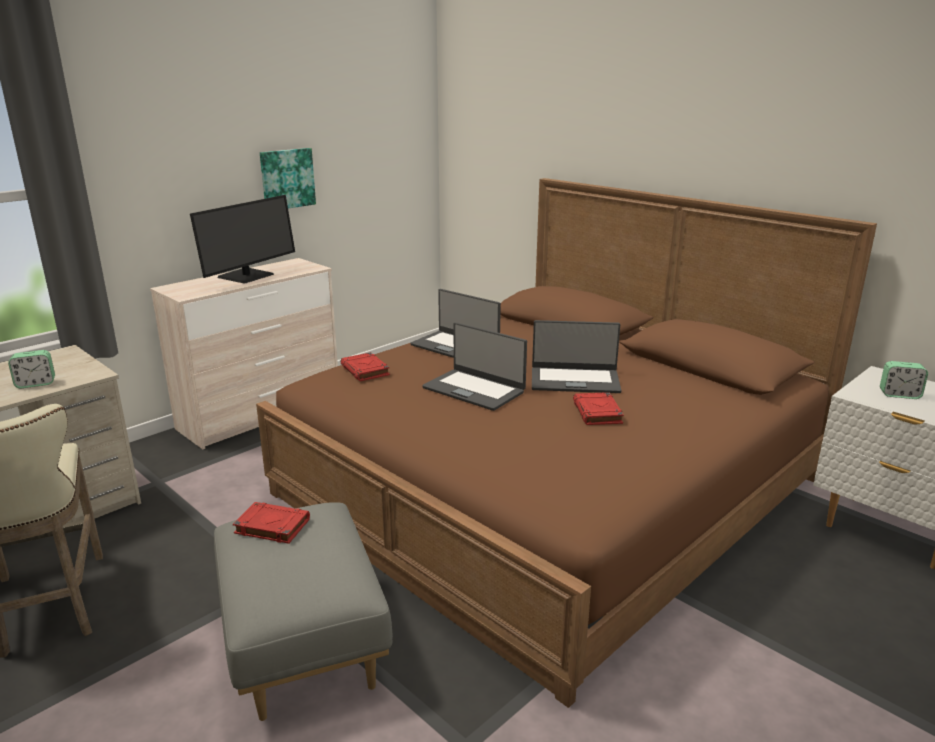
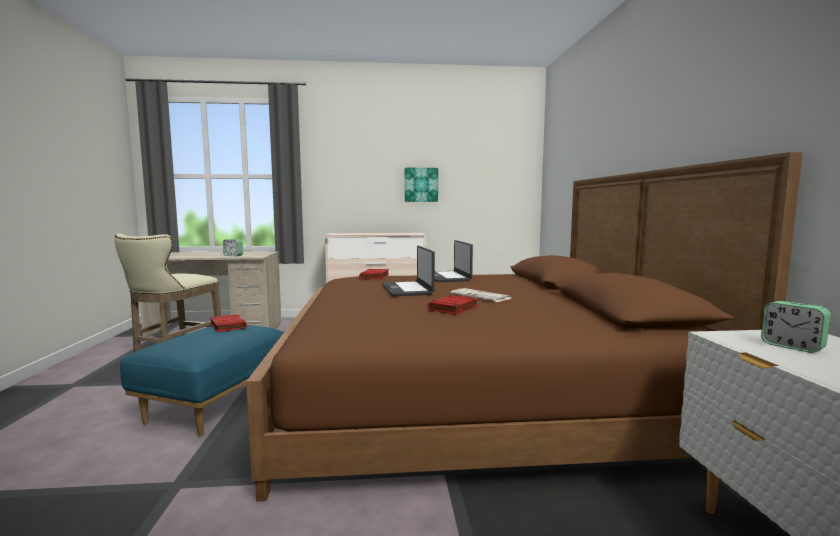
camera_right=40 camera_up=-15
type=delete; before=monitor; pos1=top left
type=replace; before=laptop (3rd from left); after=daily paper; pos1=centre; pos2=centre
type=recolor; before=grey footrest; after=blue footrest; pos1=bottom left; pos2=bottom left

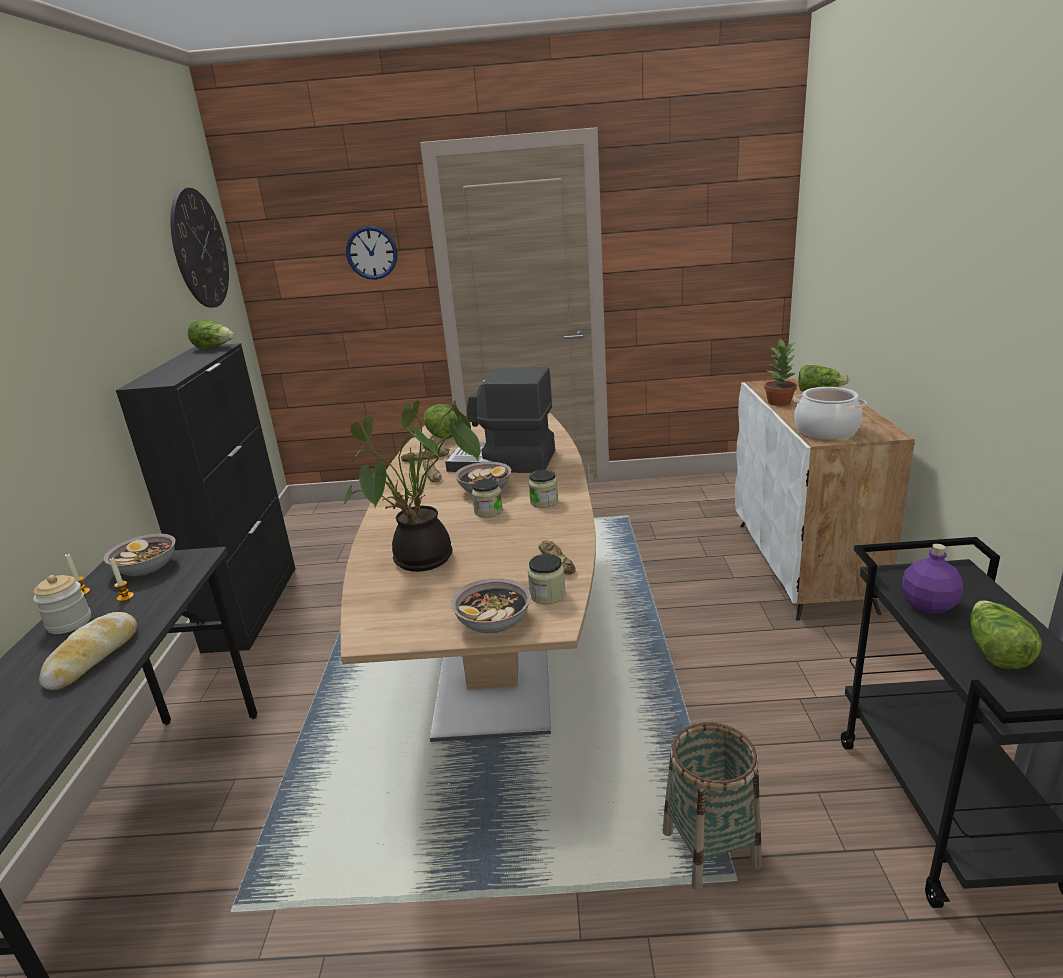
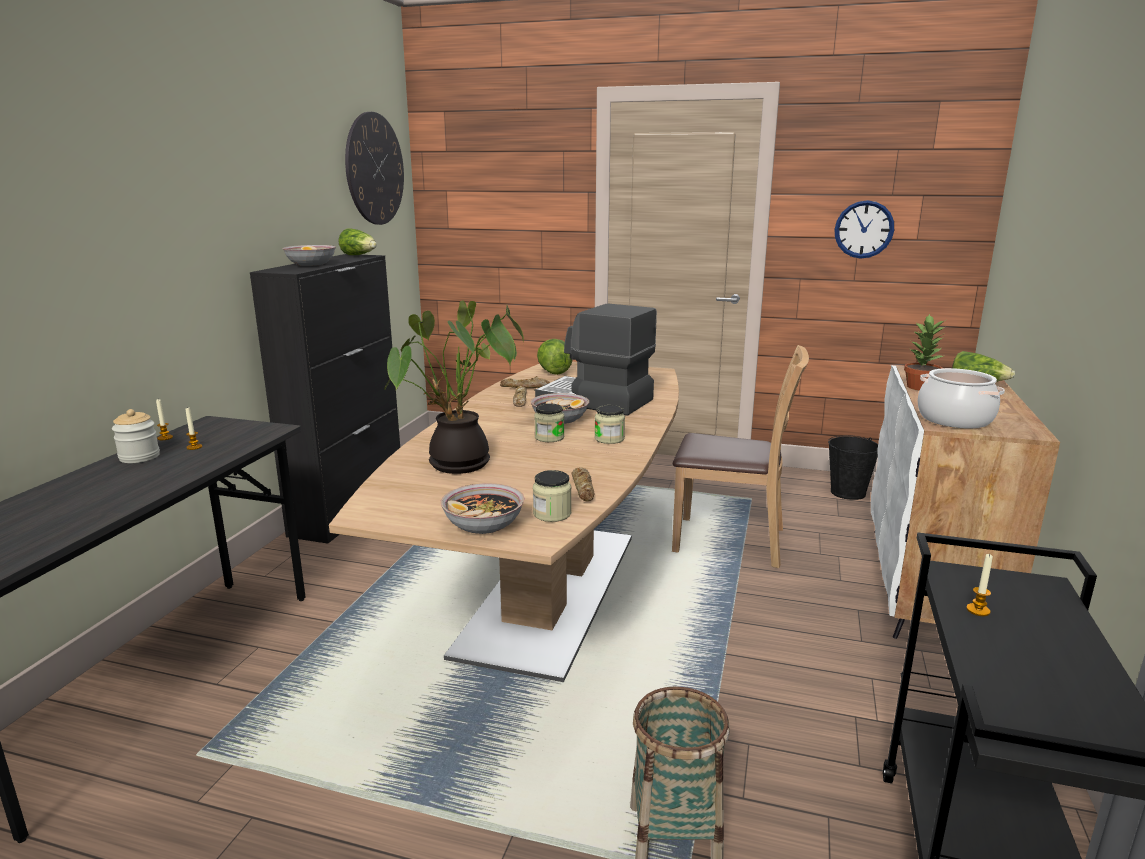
camera_right=15 camera_up=-5
type=delete; before=bread (1st from left); pos1=middle left
type=delete; before=head of lettuce (4th from left); pos1=middle right
type=insert; after=brownish plain chair; pos2=centre
type=insert; after=blackish bucket; pos2=middle right
type=move; before=deep dish (1st from left); pos1=middle left; pos2=top left
type=move; before=clock on the wall (2nd from left); pos1=top centre; pos2=top right
type=replace; before=purplish drink bottle; after=wax candle (3rd from left); pos1=middle right; pos2=bottom right

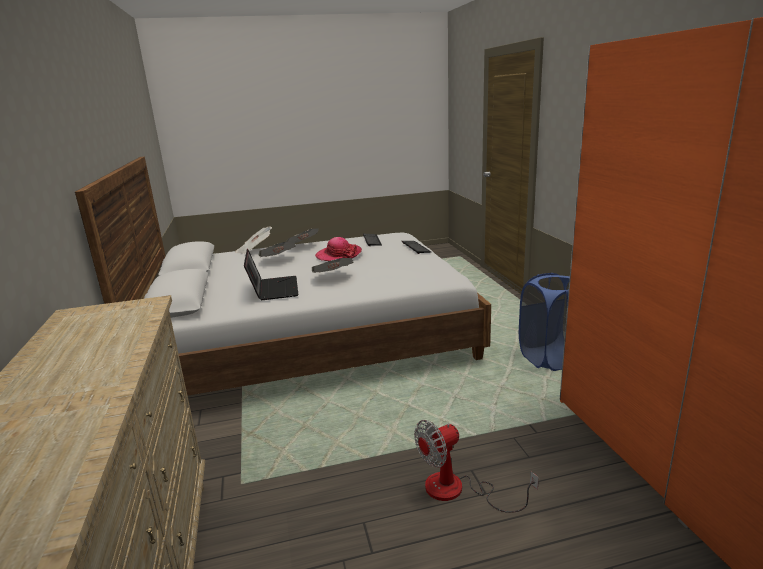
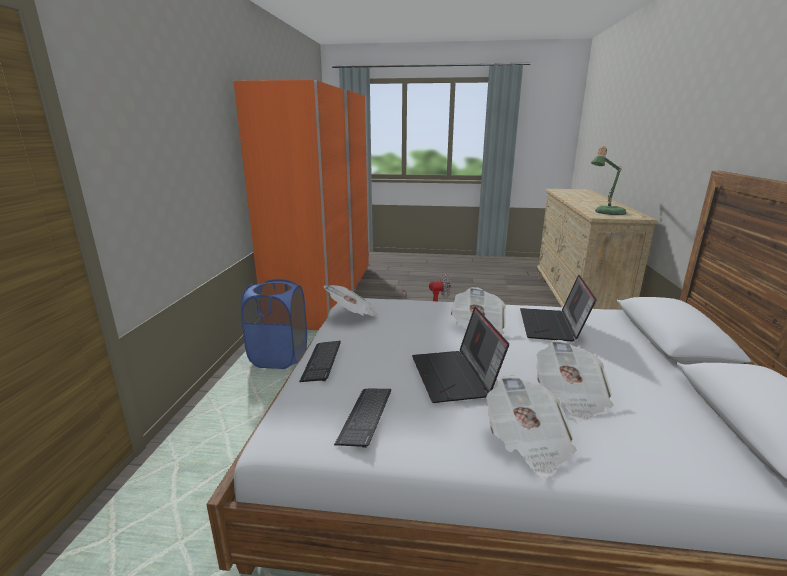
camera_right=-160 camera_up=0
type=insert; after=table lamp; pos2=top right
type=move; before=daily paper (1st from left); pos1=middle left; pos2=centre
type=replace; before=clothing hat; after=laptop (1st from left); pos1=centre; pos2=centre

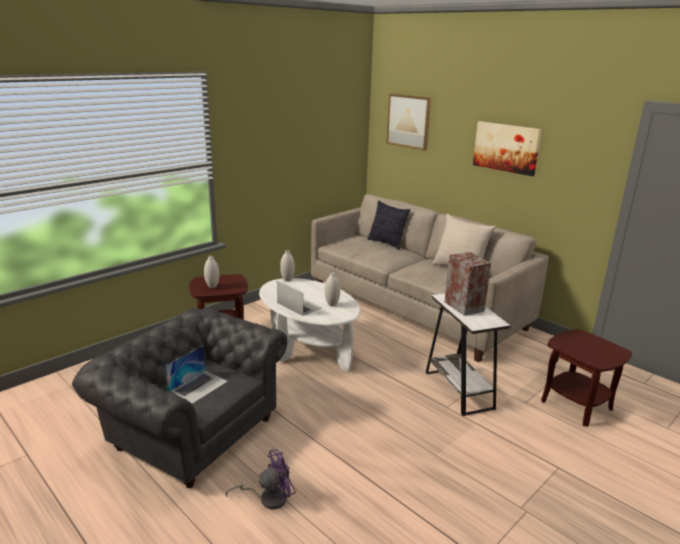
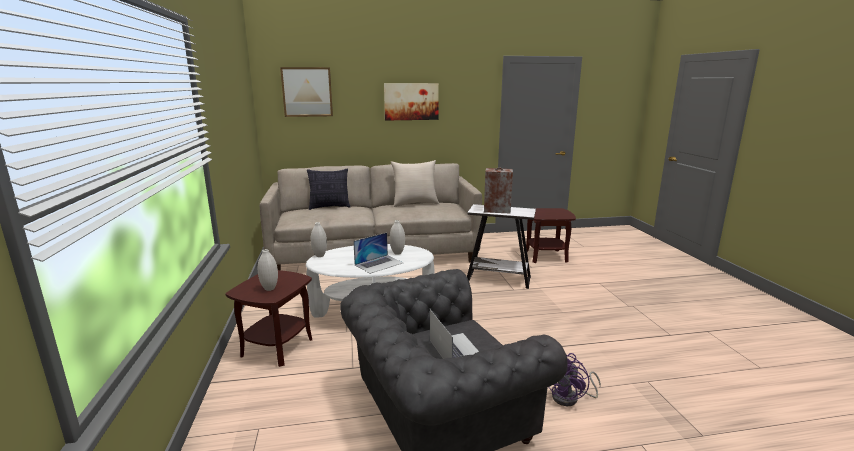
camera_right=-55 camera_up=-5
type=rotate; before=purplish fan; pos1=bottom centre; pos2=bottom right; turn=-150
type=rotate; before=laptop (2nd from left in the first image); pos1=centre; pos2=centre; turn=150

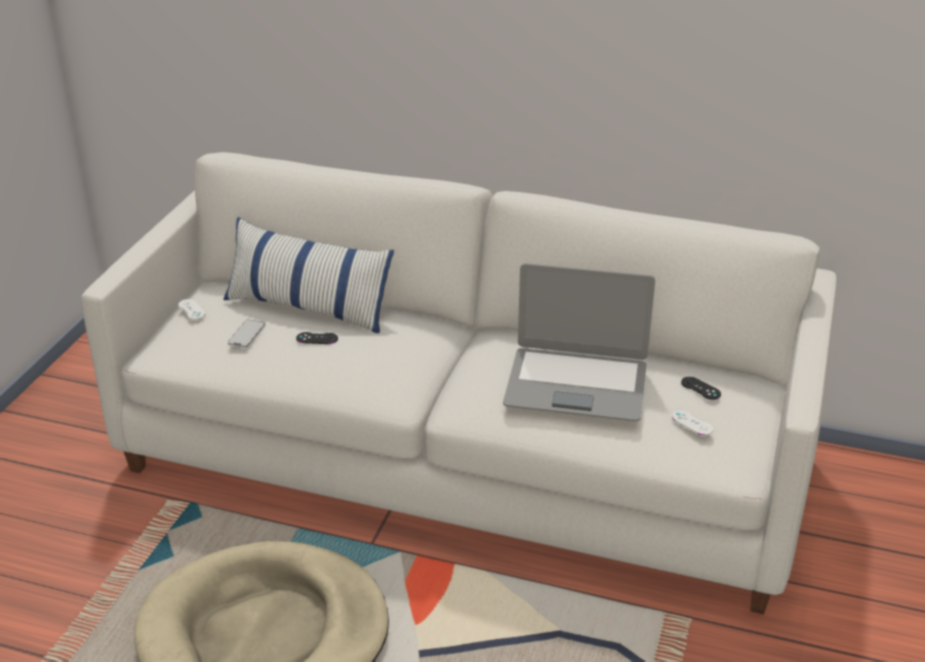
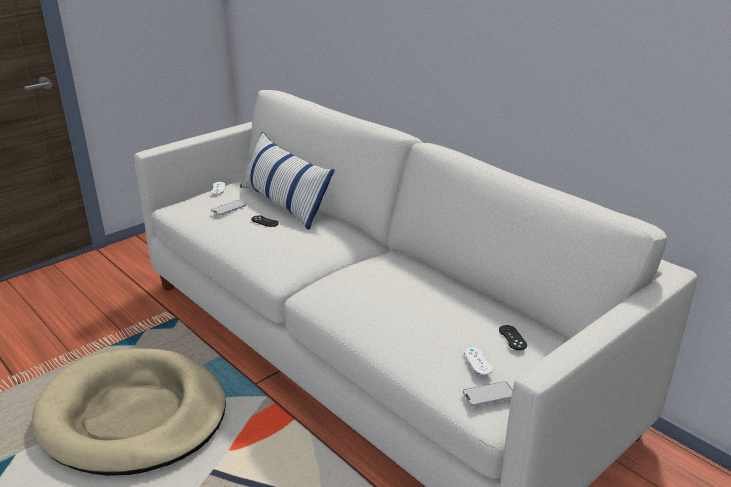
camera_right=30 camera_up=-5
type=delete; before=laptop; pos1=centre
type=insert; after=phone (2nd from left); pos2=bottom right

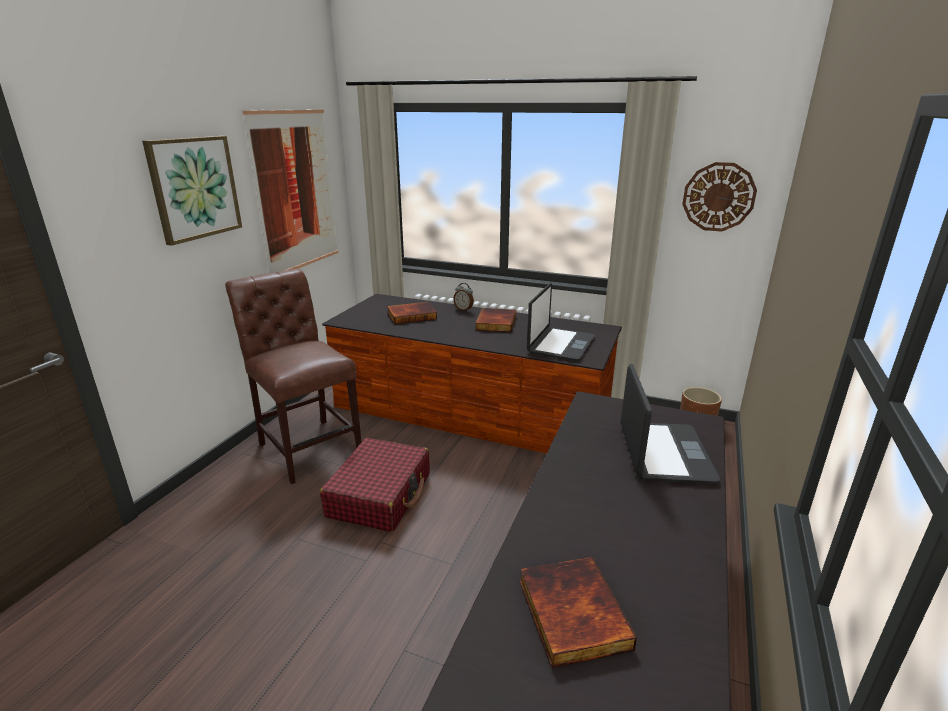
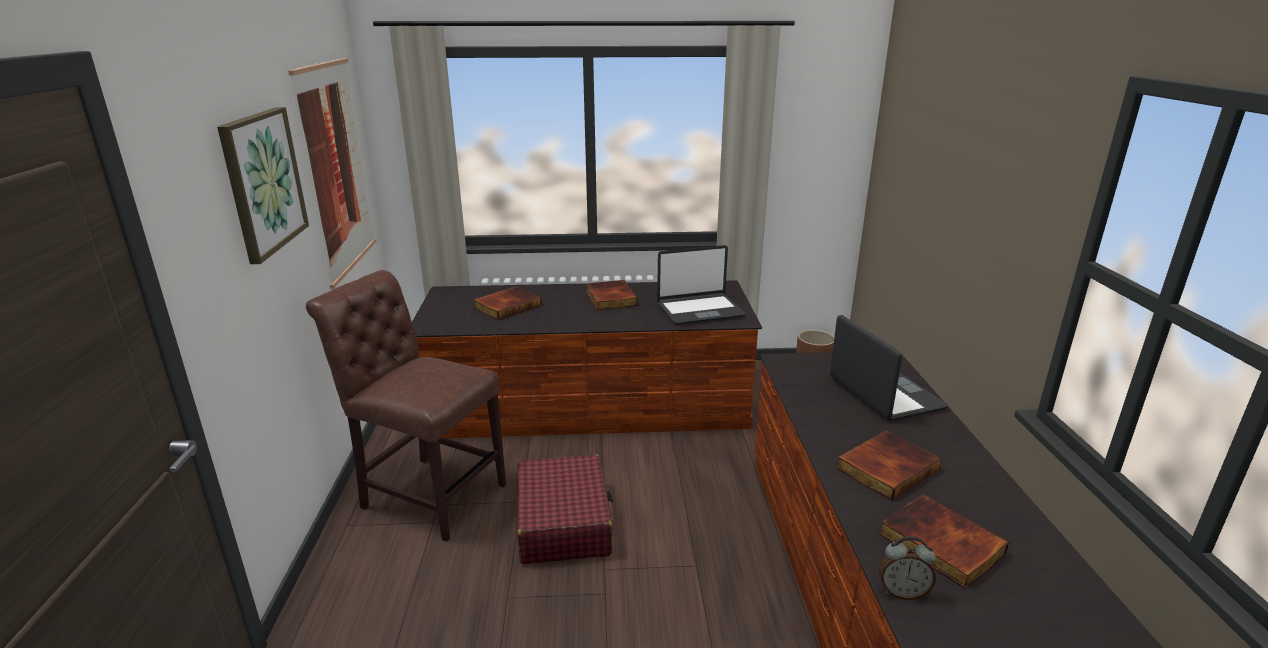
camera_right=-25 camera_up=0
type=delete; before=clock on the wall; pos1=top right
type=insert; after=bound book (3rd from left); pos2=bottom right
type=move; before=table clock; pos1=centre; pos2=bottom right
type=rotate; before=laptop (1st from left); pos1=centre; pos2=centre; turn=75

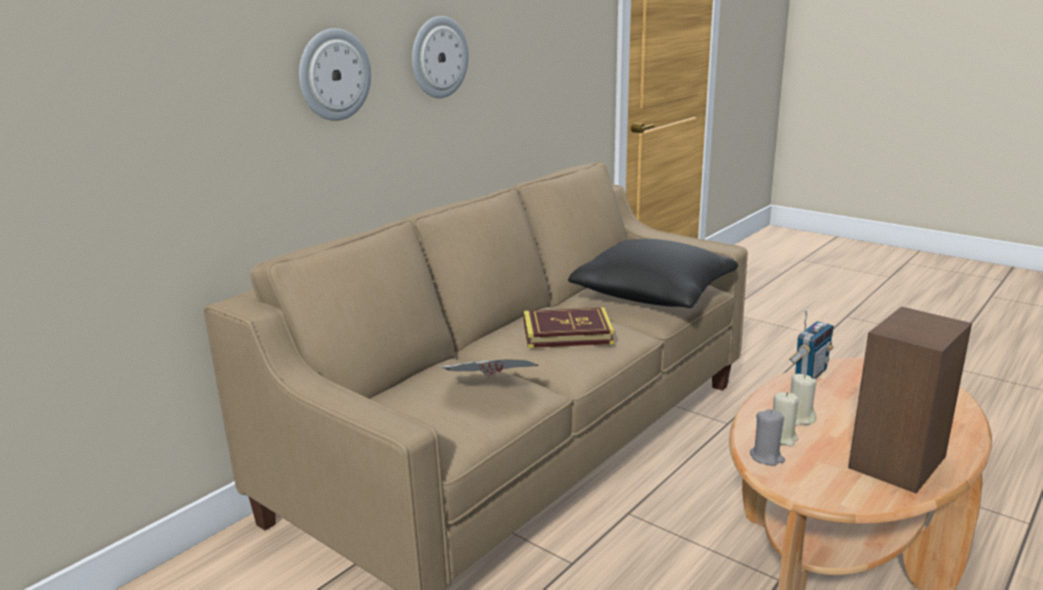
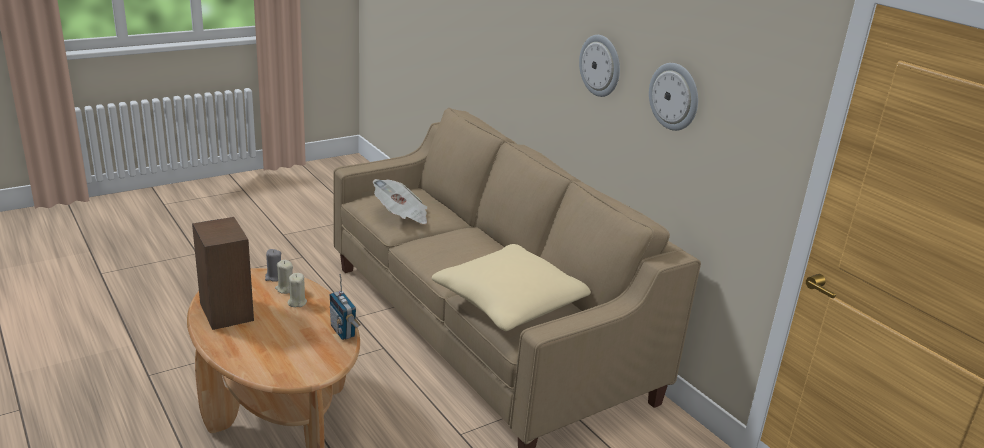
camera_right=105 camera_up=5
type=delete; before=bound book; pos1=centre
type=move; before=clock on the wall (1st from left in the first image); after=clock on the wall (2nd from left); pos1=top left; pos2=top right
type=recolor; before=blackish throw pillow; after=sand-coloured throw pillow; pos1=centre; pos2=centre

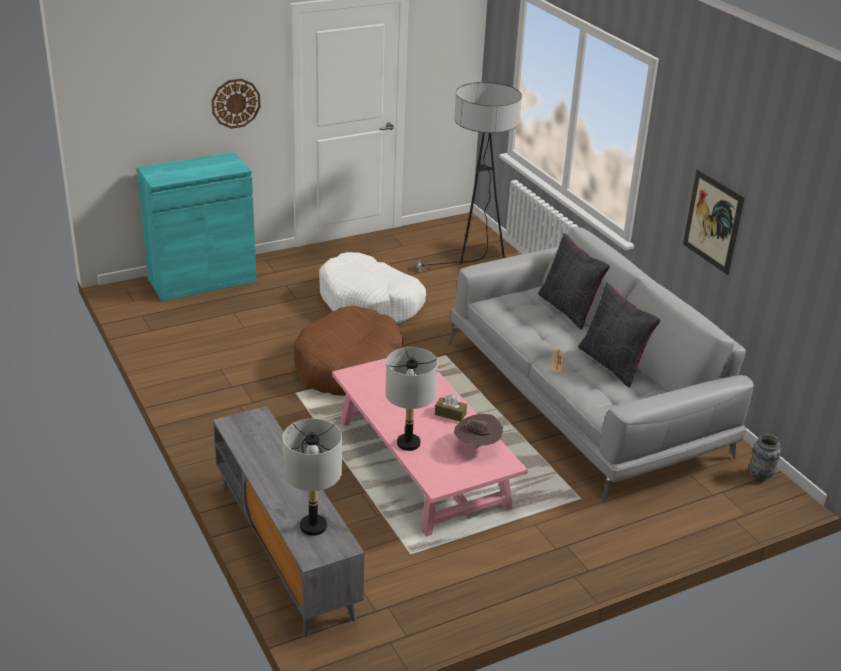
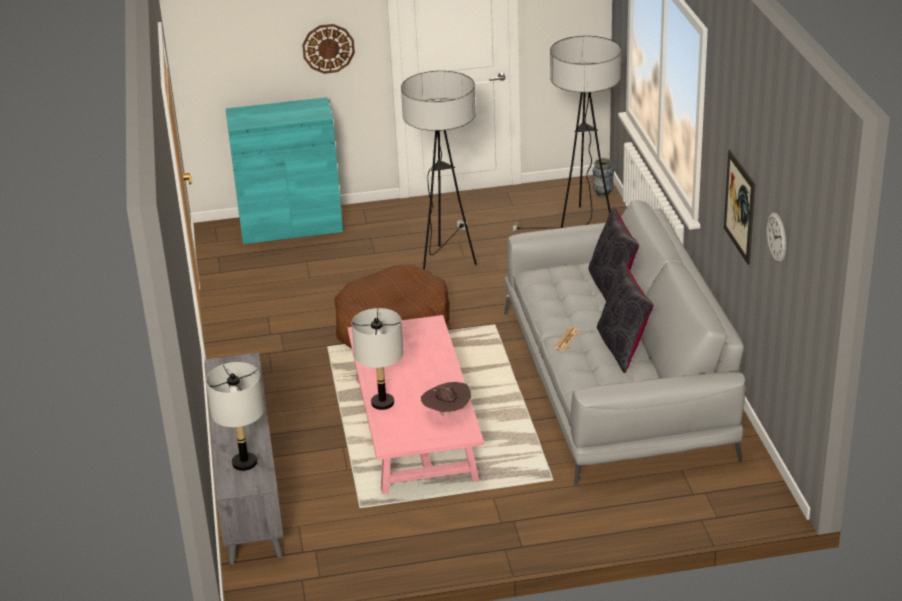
camera_right=20 camera_up=0
type=delete; before=brownish tissue box; pos1=centre
type=insert; after=clock on the wall (2nd from left); pos2=middle right
type=move; before=flower vase; pos1=bottom right; pos2=top right
type=replace; before=white dog bed; after=standard lamp (1st from left); pos1=centre; pos2=top centre

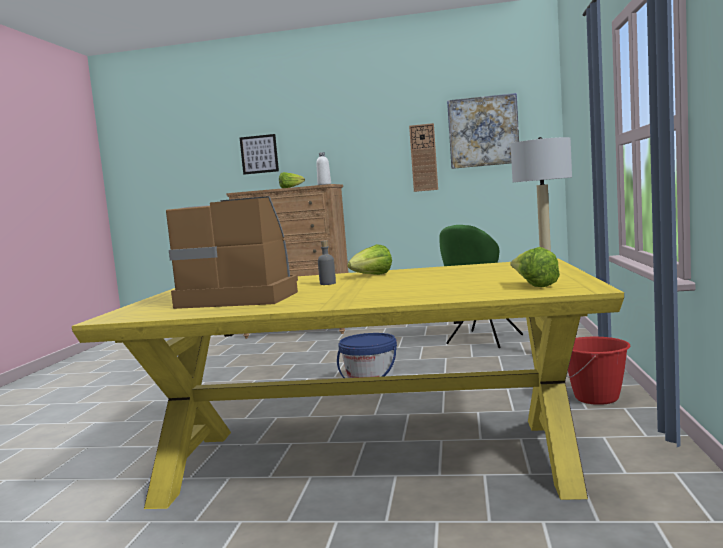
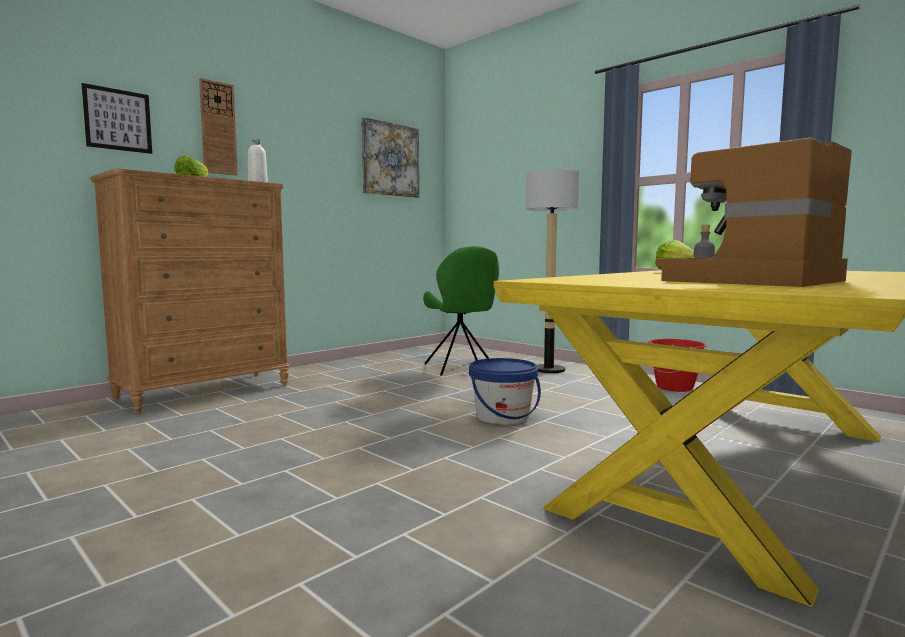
camera_right=-55 camera_up=0
type=delete; before=head of lettuce (3rd from left); pos1=middle right
type=move; before=clock on the wall; pos1=top centre; pos2=top left

